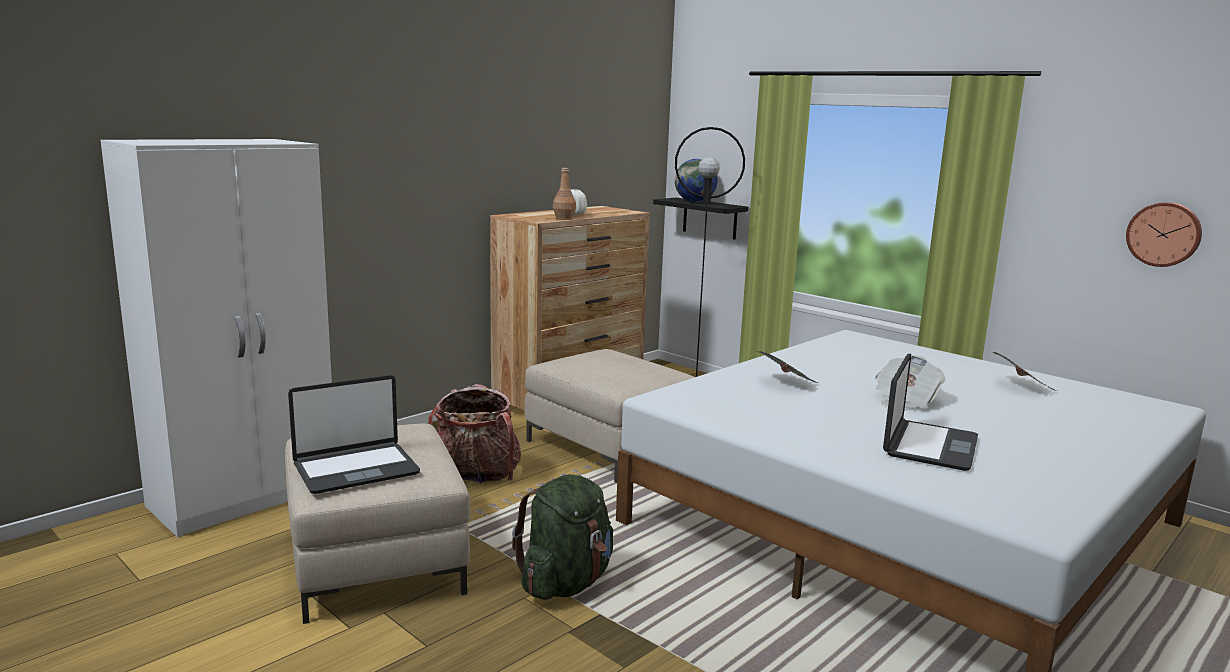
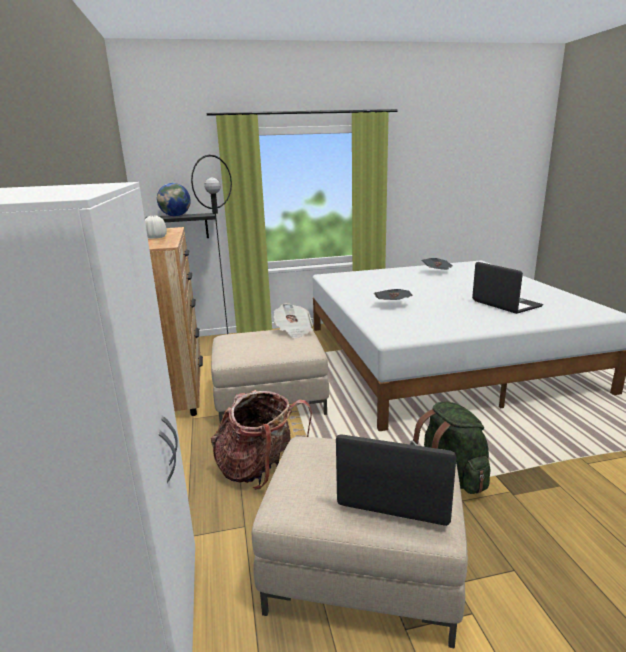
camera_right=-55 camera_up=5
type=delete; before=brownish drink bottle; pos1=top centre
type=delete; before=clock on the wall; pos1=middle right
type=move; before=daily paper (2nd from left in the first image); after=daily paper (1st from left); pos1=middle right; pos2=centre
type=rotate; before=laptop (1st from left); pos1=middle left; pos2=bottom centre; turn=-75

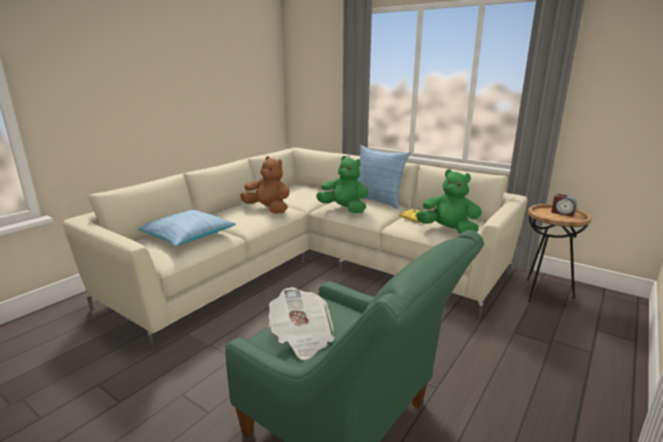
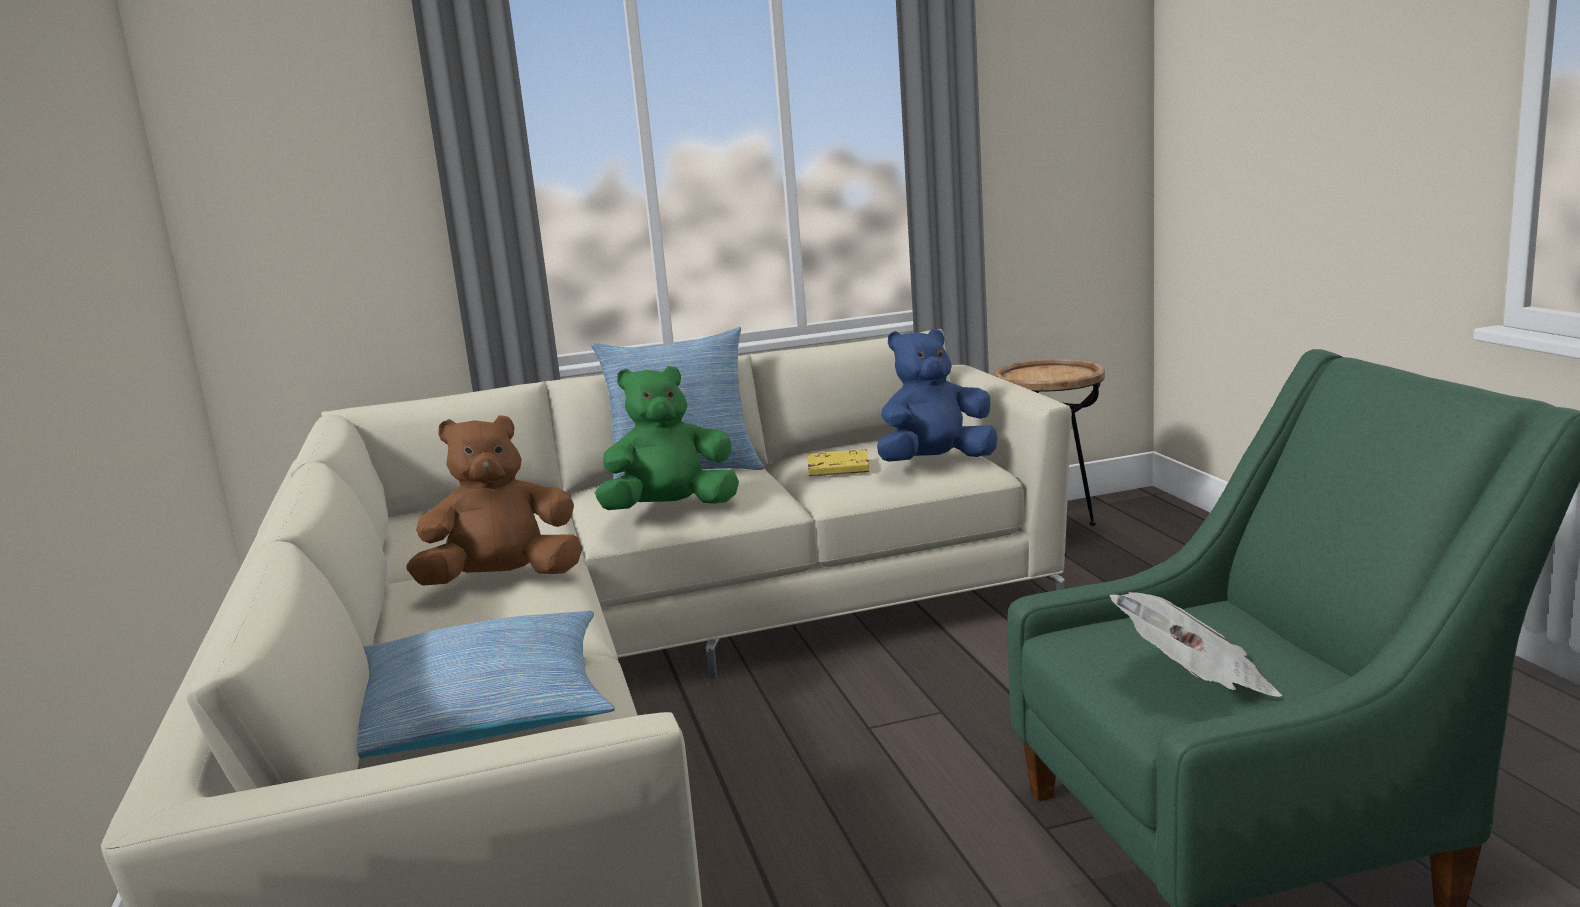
camera_right=-50 camera_up=-5
type=delete; before=table clock; pos1=middle right
type=recolor; before=green-coloured soft toy (2nd from left); after=blue soft toy; pos1=middle right; pos2=centre

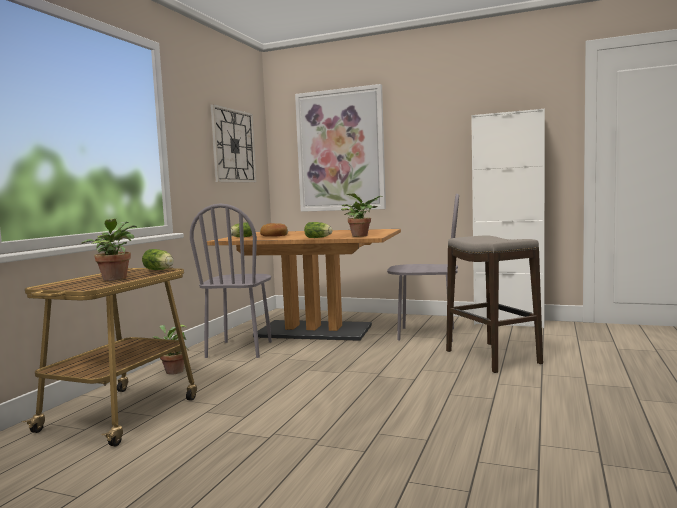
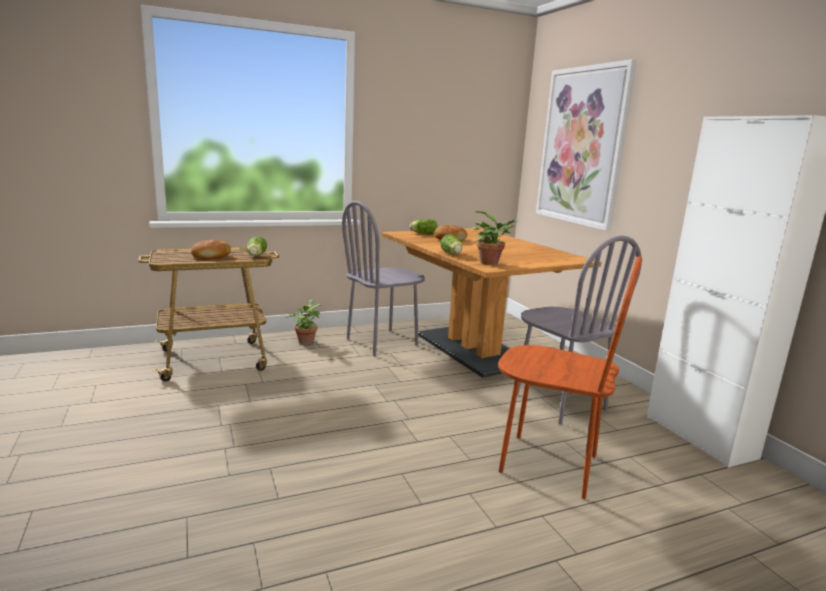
camera_right=45 camera_up=10
type=delete; before=clock on the wall; pos1=top centre
type=replace; before=potted plant (1st from left); after=bread (1st from left); pos1=middle left; pos2=middle left
type=replace; before=stool; after=brownish plain chair; pos1=middle right; pos2=middle right

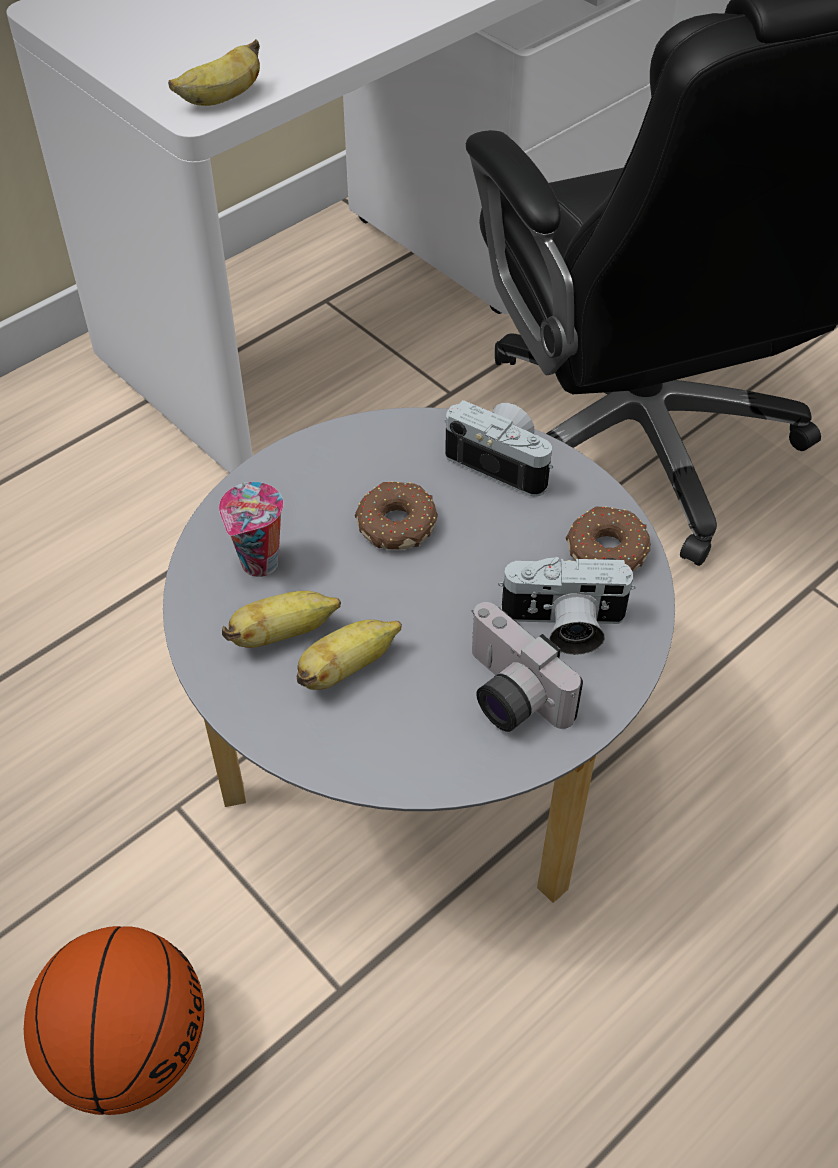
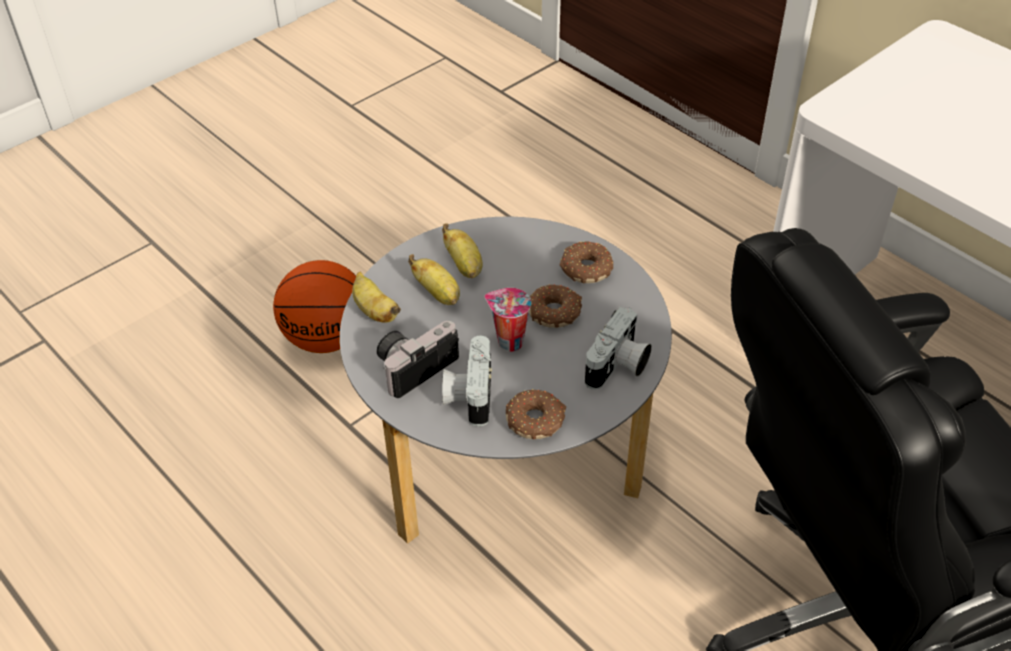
camera_right=90 camera_up=-5
type=insert; after=doughnut (3rd from left); pos2=centre
type=move; before=banana (1st from left); pos1=top left; pos2=centre
type=move; before=small cup; pos1=middle left; pos2=centre

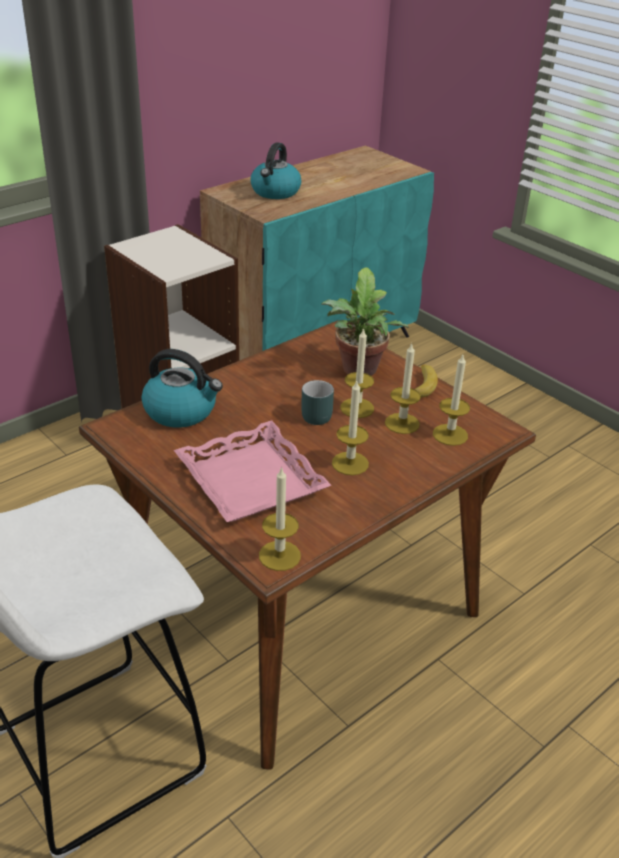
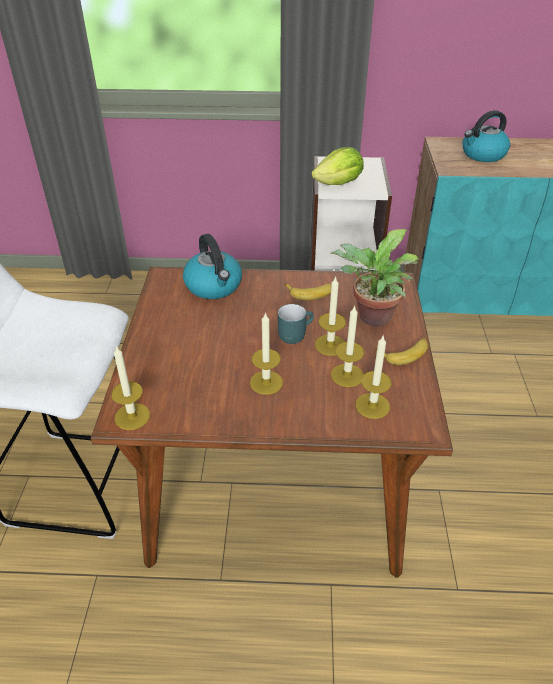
camera_right=45 camera_up=5
type=delete; before=pink carrying tray; pos1=centre
type=insert; after=banana (1st from left); pos2=centre
type=insert; after=head of lettuce; pos2=top centre

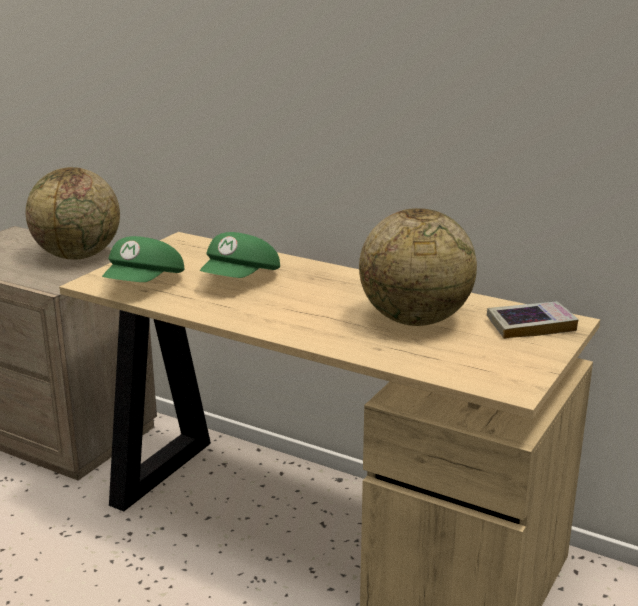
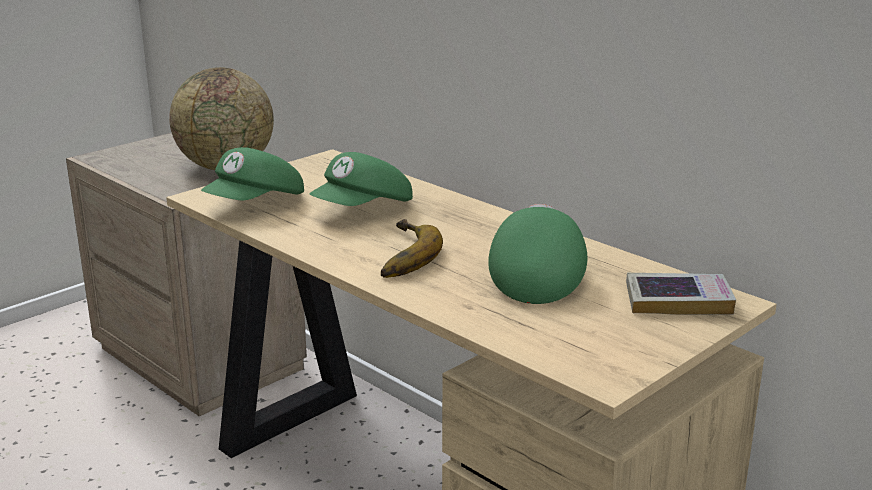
camera_right=15 camera_up=0
type=insert; after=banana; pos2=centre
type=replace; before=world globe (2nd from left); after=green-coloured peaked cap (3rd from left); pos1=centre; pos2=centre

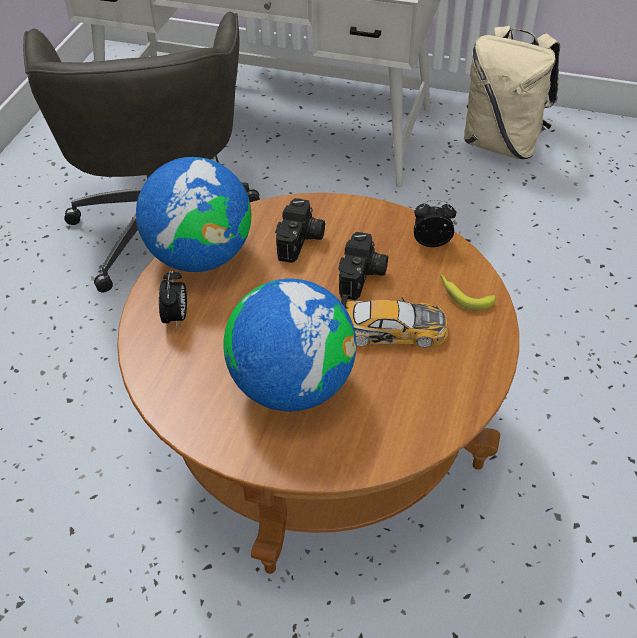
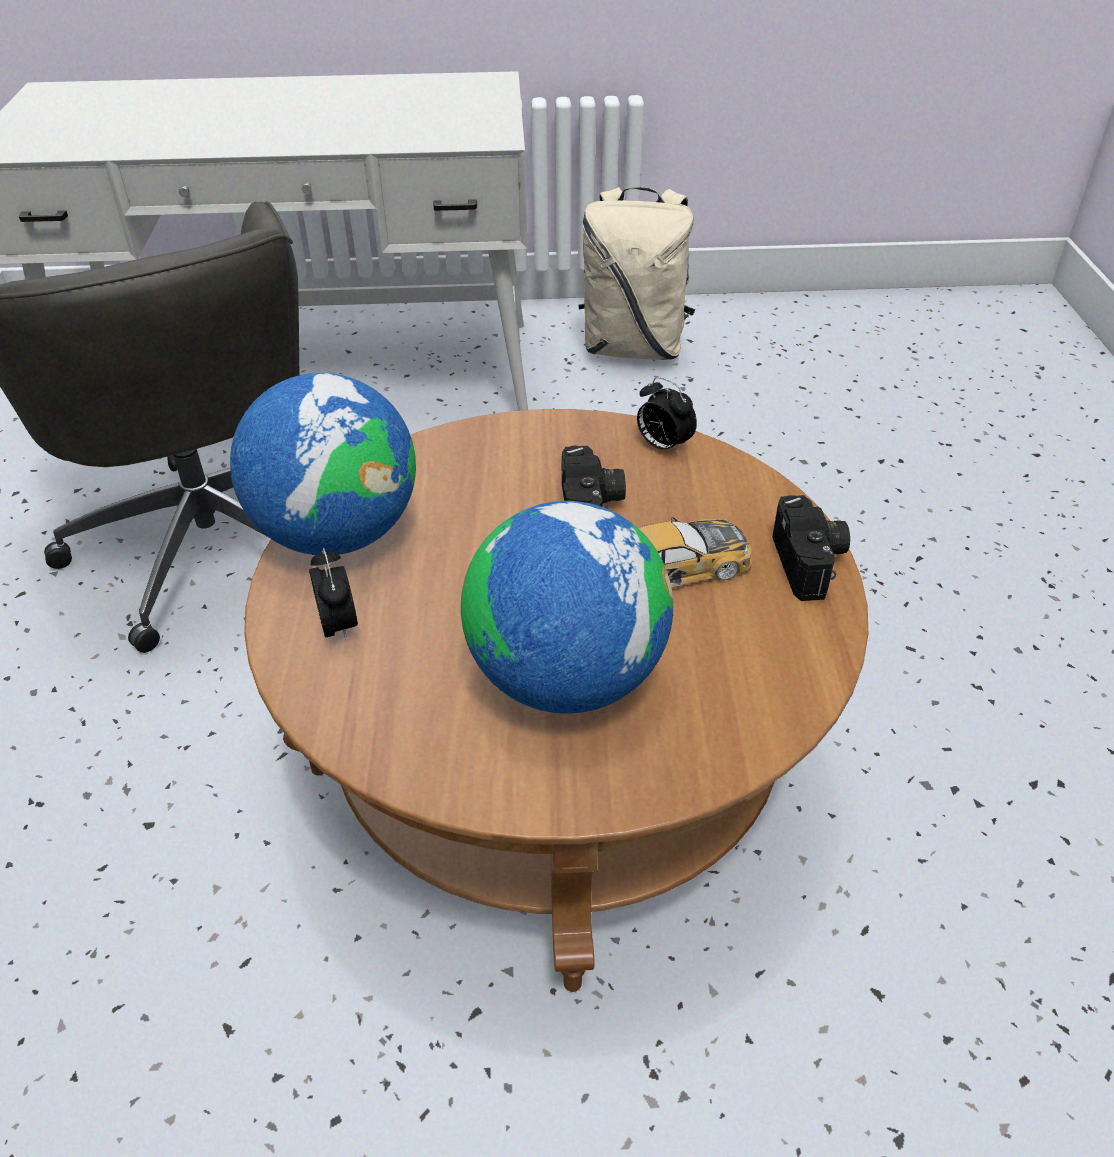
camera_right=-20 camera_up=-5
type=delete; before=banana; pos1=middle right
type=move; before=still camera (1st from left in the first image); after=still camera (2nd from left); pos1=centre; pos2=middle right
type=rotate; before=table clock (2nd from left); pos1=middle right; pos2=centre; turn=-120

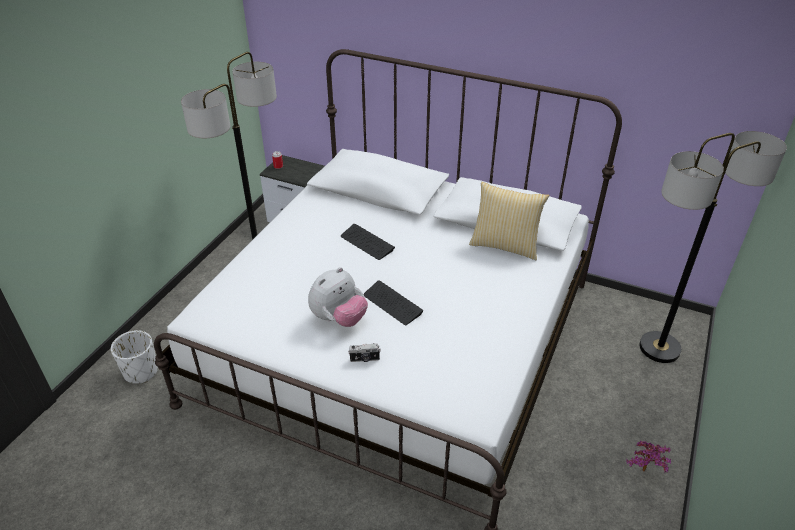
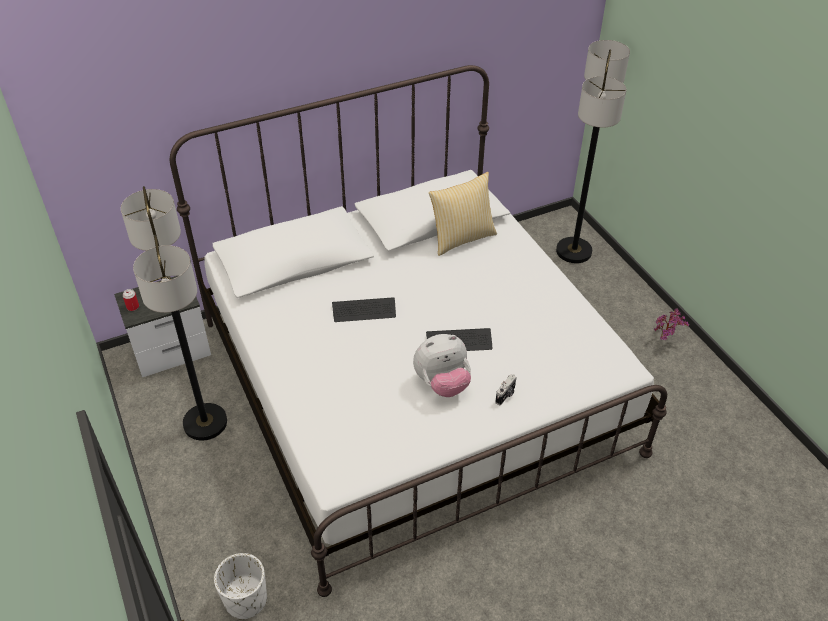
camera_right=-50 camera_up=5
type=rotate; before=soft toy; pos1=centre; pos2=centre; turn=75

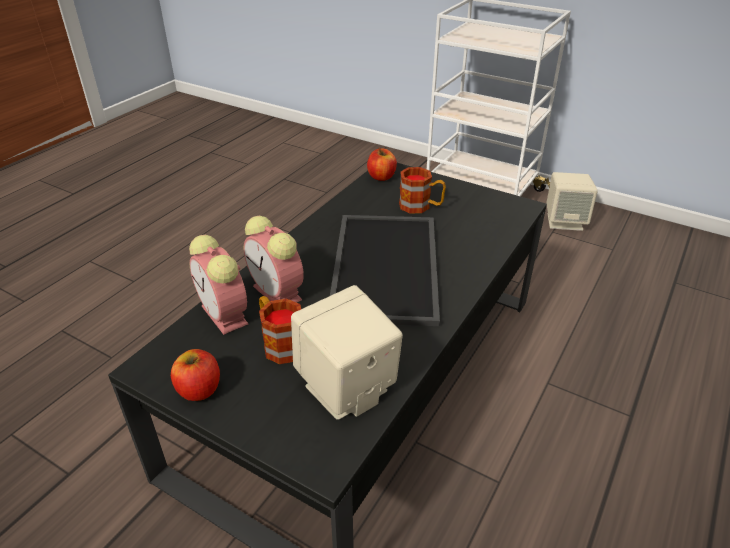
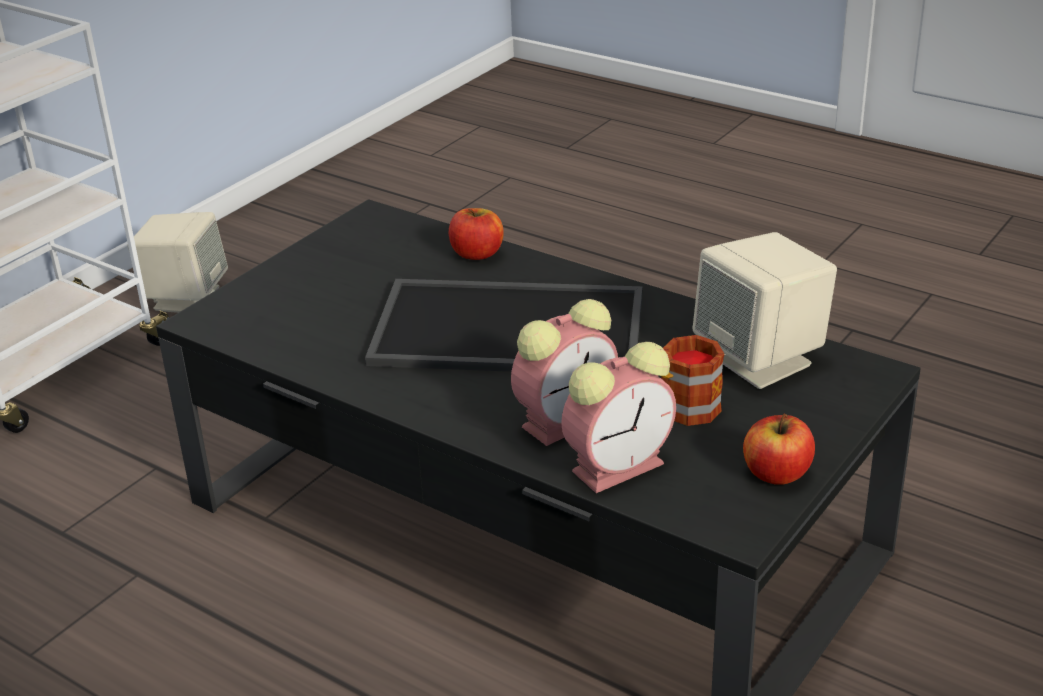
camera_right=-85 camera_up=-5
type=delete; before=tea mug (2nd from left); pos1=centre
type=move; before=whole apple (2nd from left in the first image); after=whole apple (1st from left); pos1=top centre; pos2=centre

